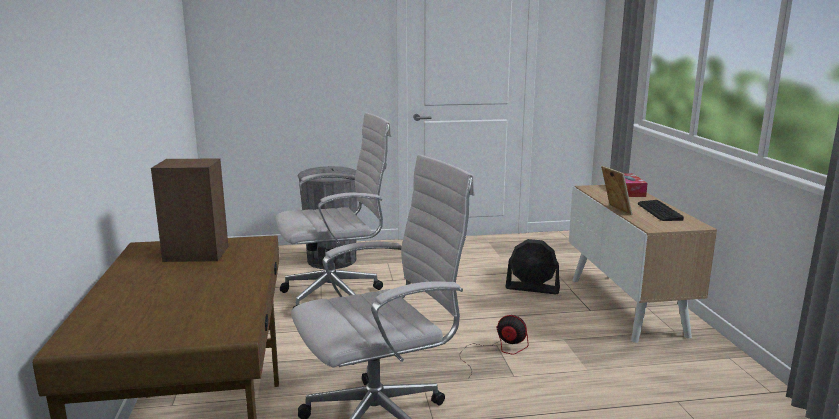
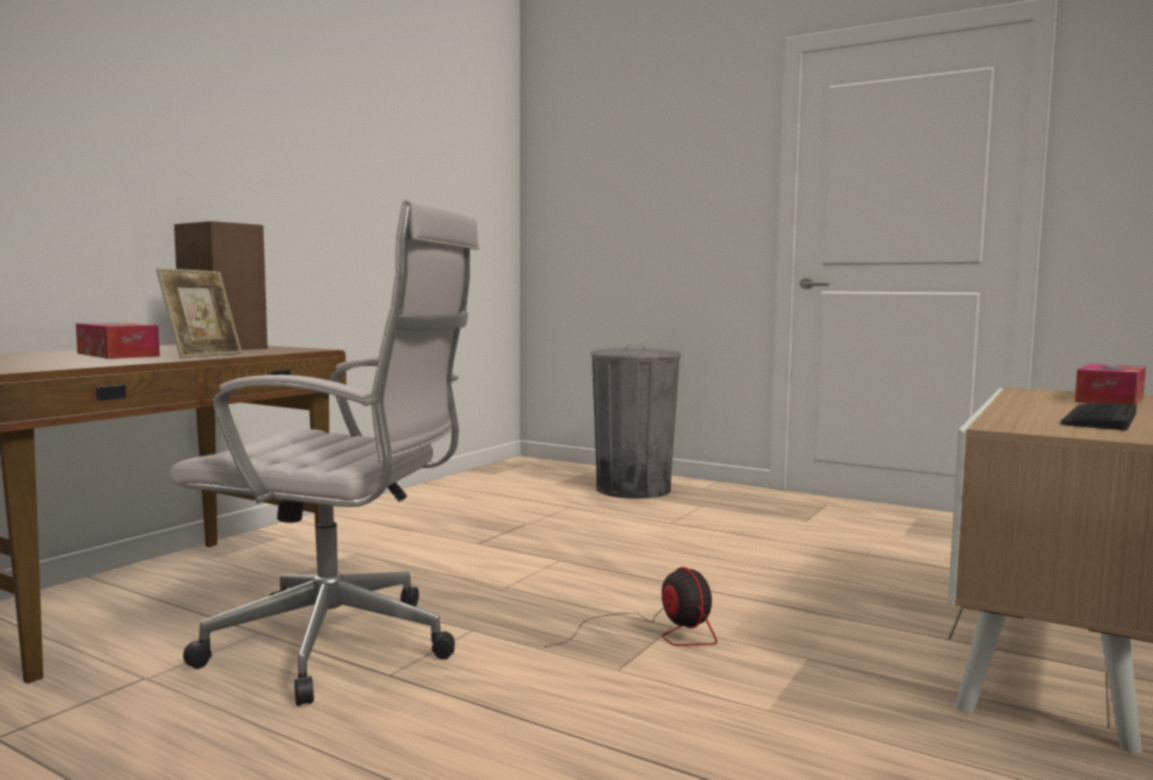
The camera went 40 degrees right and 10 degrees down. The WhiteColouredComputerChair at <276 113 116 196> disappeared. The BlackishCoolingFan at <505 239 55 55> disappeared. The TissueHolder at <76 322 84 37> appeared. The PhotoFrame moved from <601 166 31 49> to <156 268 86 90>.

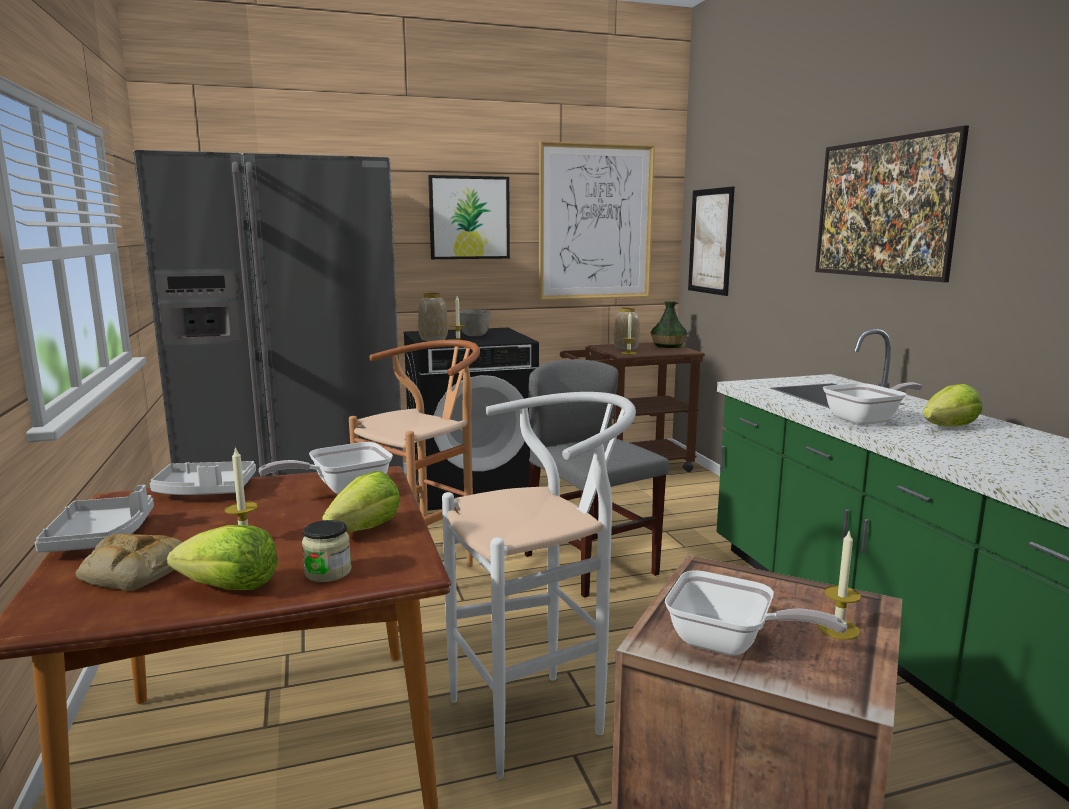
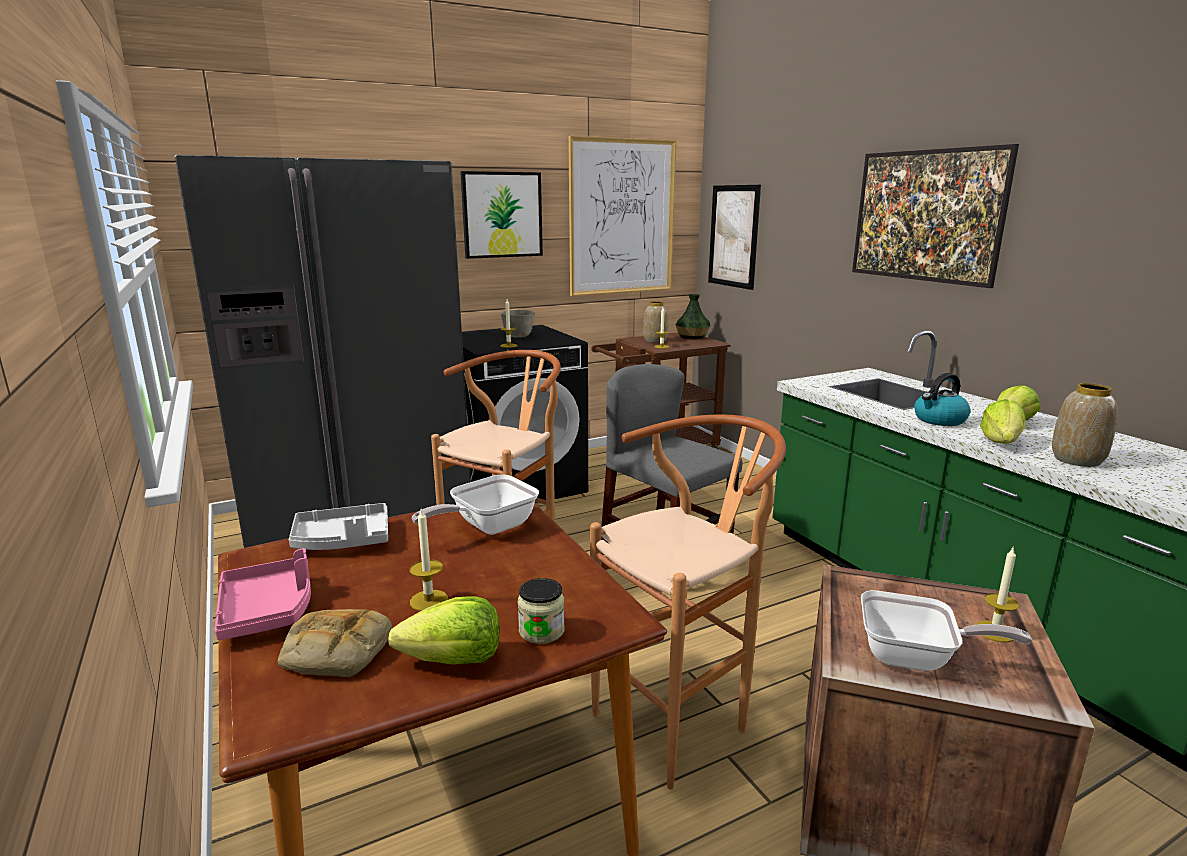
The camera went 10 degrees left and 5 degrees up. The HeadOfLettuce moved from <322 471 78 61> to <980 399 45 45>. The FlowerVase moved from <418 293 30 48> to <1052 383 66 84>. The FryingPan at <823 382 100 43> was replaced by the Kettle at <914 373 57 53>. The GreyTray at <35 485 119 68> became the PinkTray at <215 548 96 92>. The WhiteColouredSittingStool at <442 392 194 387> became the BrownColouredSittingStool at <590 415 196 375>.

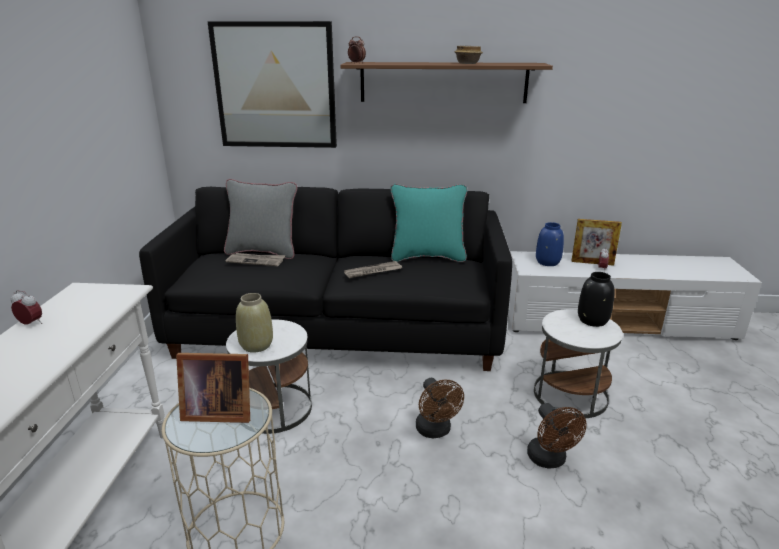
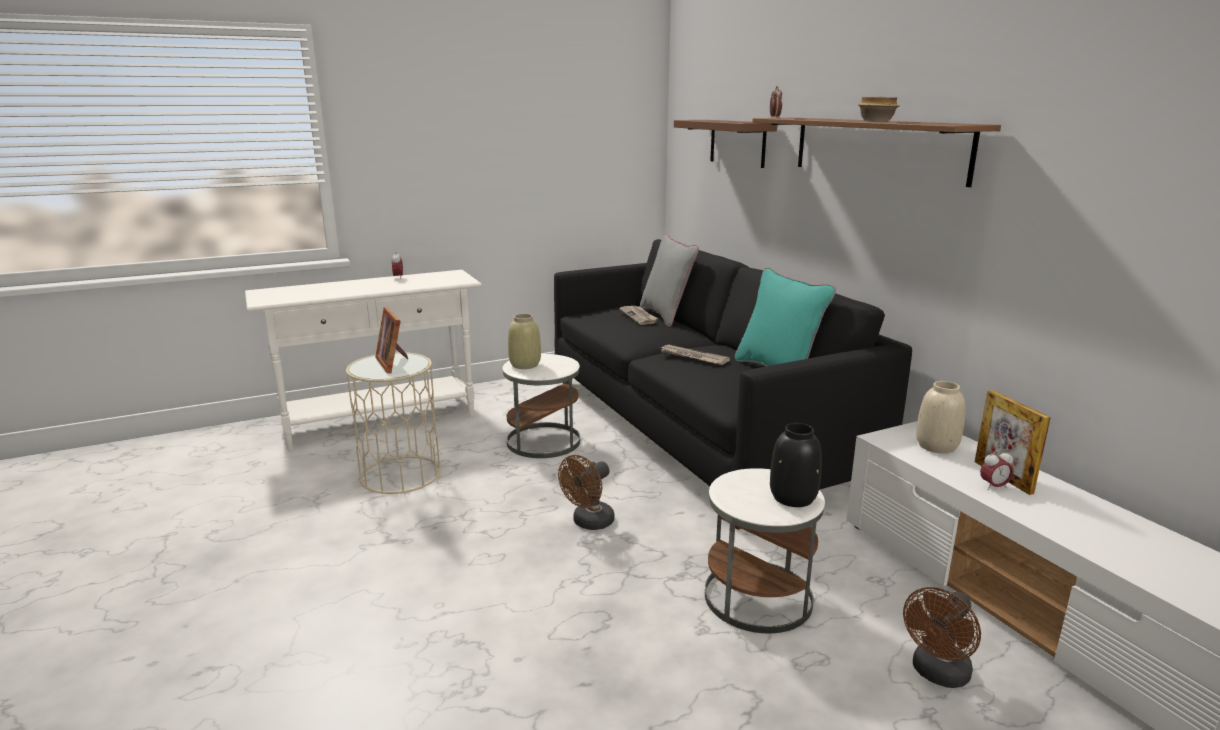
The camera went 60 degrees right and 5 degrees down. The BrownColouredCoolingFan moved from <527 403 59 66> to <903 587 78 101>. The WallArt at <208 21 129 127> was replaced by the BrownColouredWallShelf at <674 120 103 48>. The BluishFlowerVase at <536 222 28 44> became the BeigeFlowerVase at <916 381 49 73>.

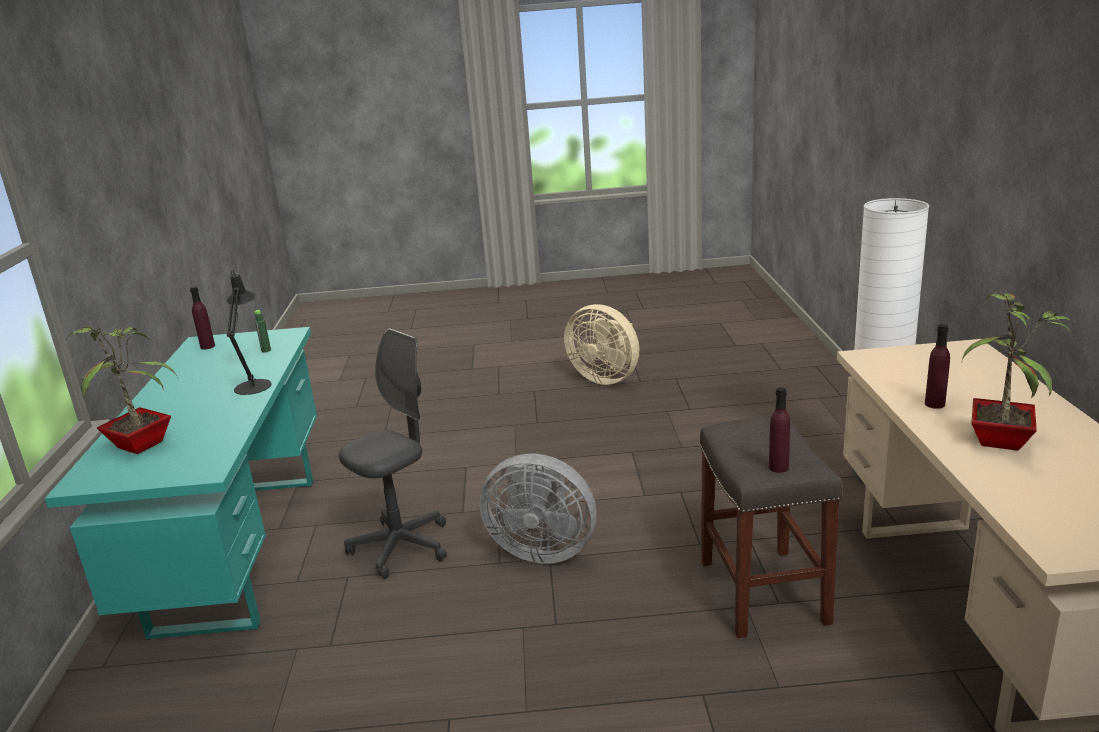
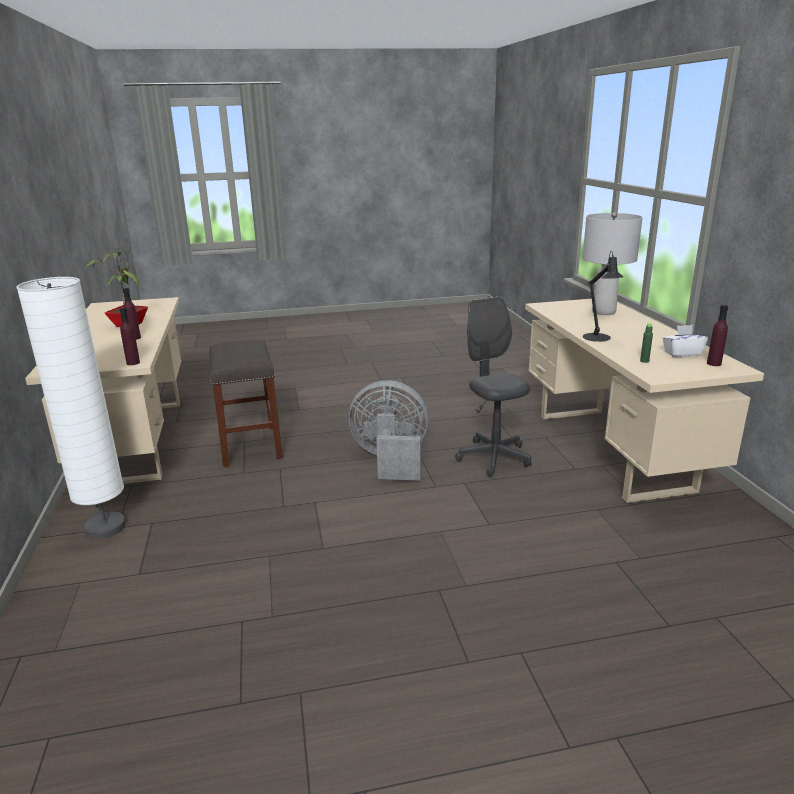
The camera went 170 degrees right and 0 degrees up. The BeigeCoolingFan at <564 304 75 81> disappeared. The WhiteColouredTissueHolder at <662 325 46 32> appeared. The PurpleColouredDrinkBottle moved from <769 387 21 86> to <119 307 21 58>. The PottedPlant at <66 321 112 133> was replaced by the GreyTableLamp at <583 212 60 103>. The BlueGreenDeskTable at <45 327 272 313> became the BeigeDeskTable at <525 299 239 205>. The GreyComputerChair at <339 328 108 251> turned 120 degrees clockwise.

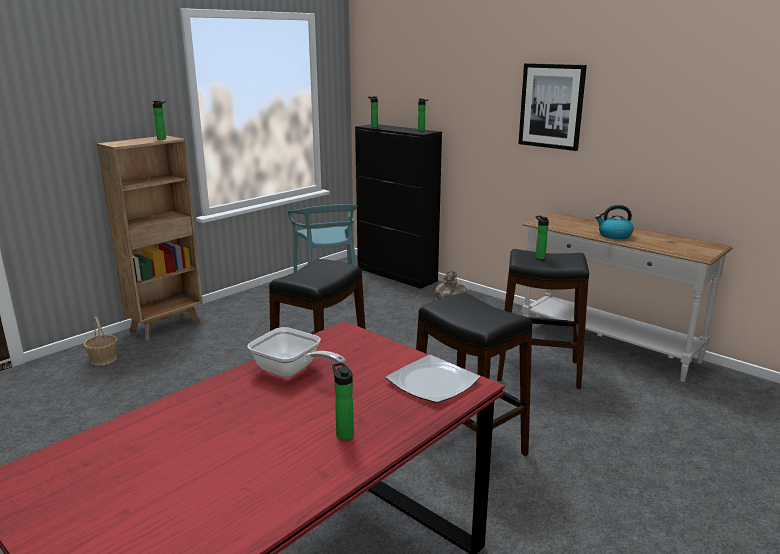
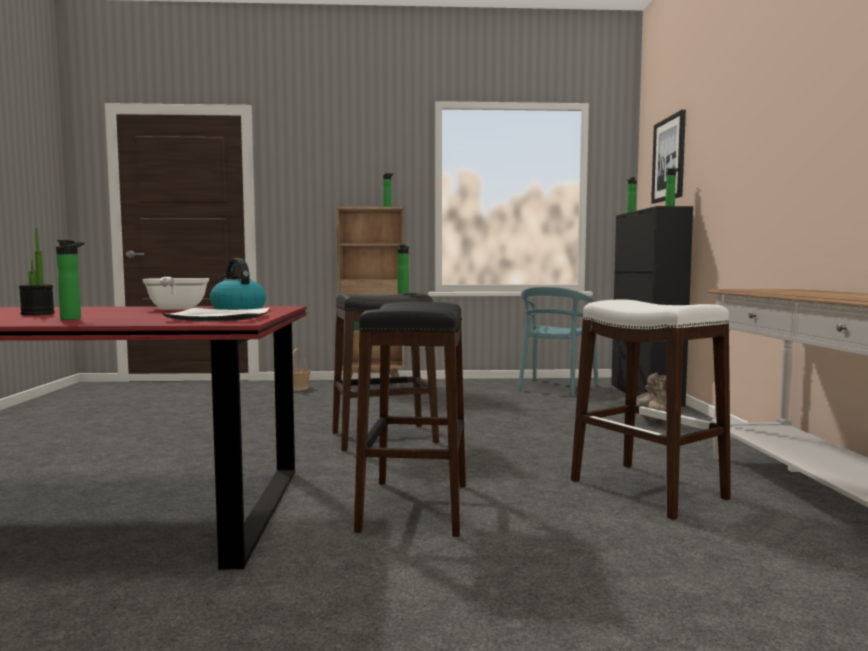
The camera went 45 degrees right and 15 degrees down. The PottedPlant at <19 228 36 87> appeared. The WallArt moved from <518 63 69 88> to <651 110 35 93>. The DrinkBottle moved from <535 215 14 44> to <397 245 13 49>. The Kettle moved from <595 205 39 34> to <210 258 56 52>. The BlackishSittingStool at <497 249 92 140> became the WhiteColouredSittingStool at <571 300 160 220>.

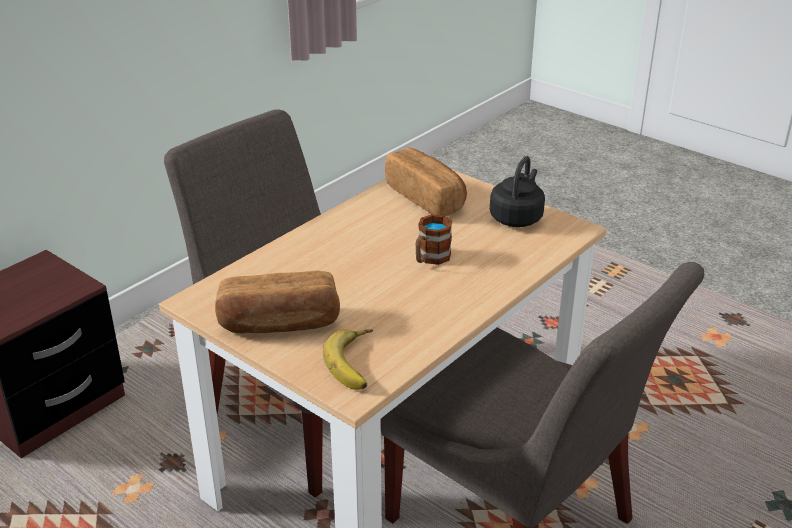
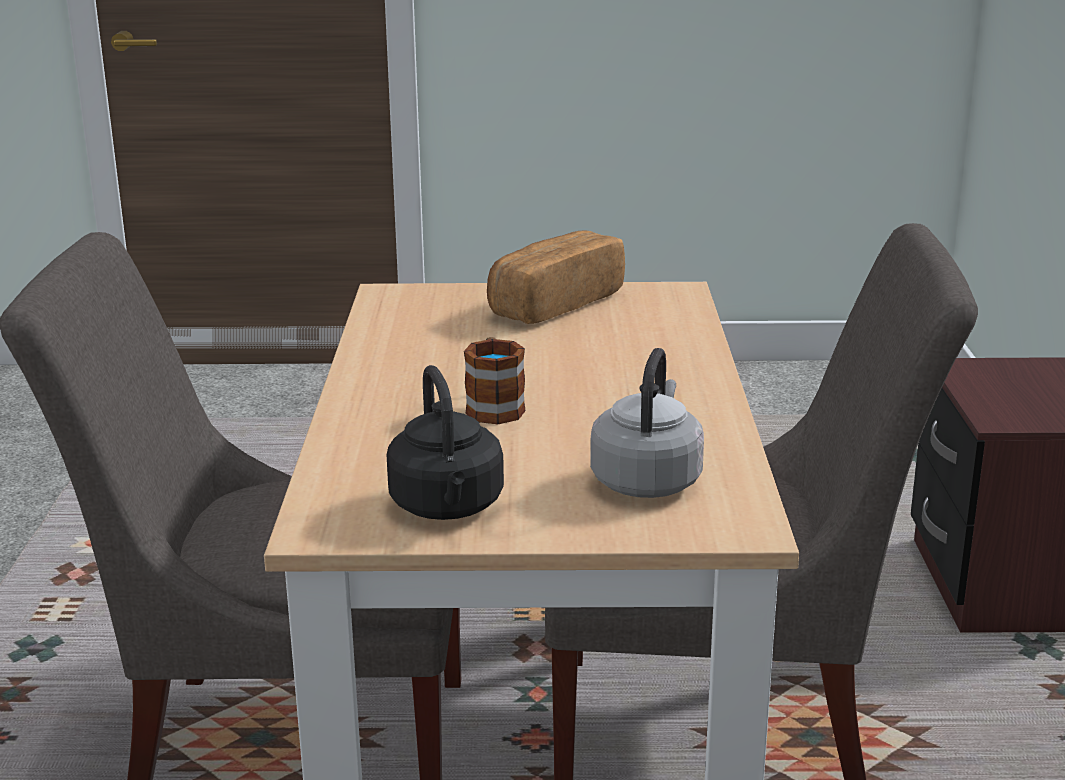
The camera went 140 degrees right and 10 degrees down. The WholeBanana at <323 329 50 61> disappeared. The Bread at <385 148 82 68> was replaced by the GreyKettle at <590 348 114 150>.

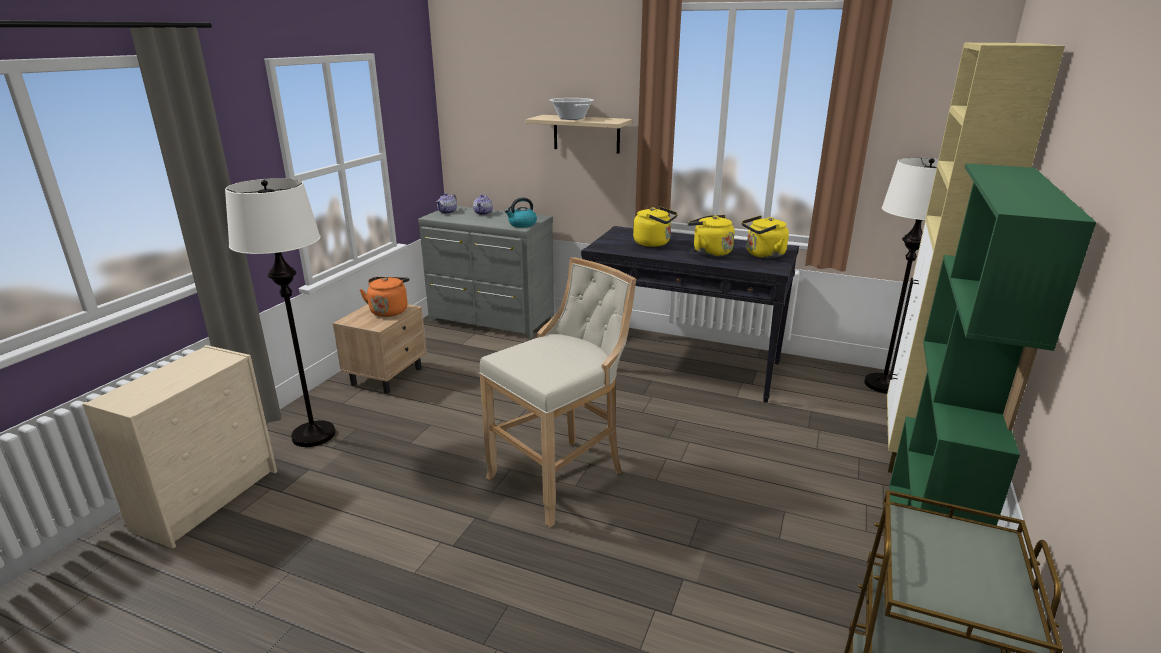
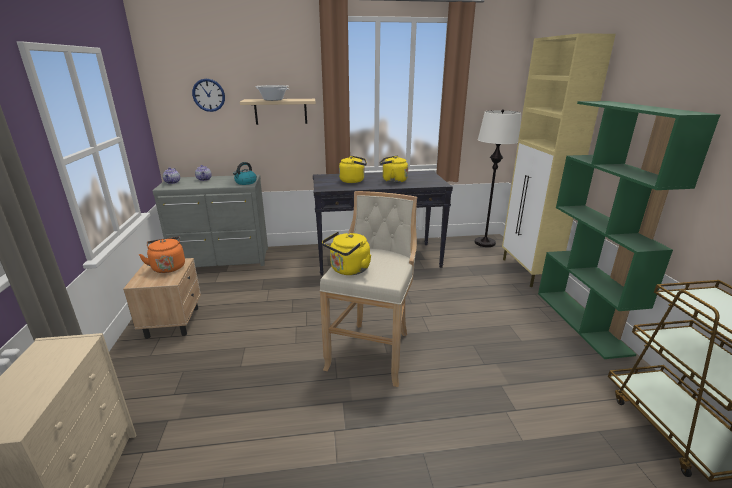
The camera went 30 degrees left and 0 degrees up. The WhiteColouredStandingLamp at <225 178 111 269> disappeared. The ClockOnTheWall at <192 79 33 33> appeared. The YellowKettle moved from <742 215 47 43> to <322 232 49 43>.

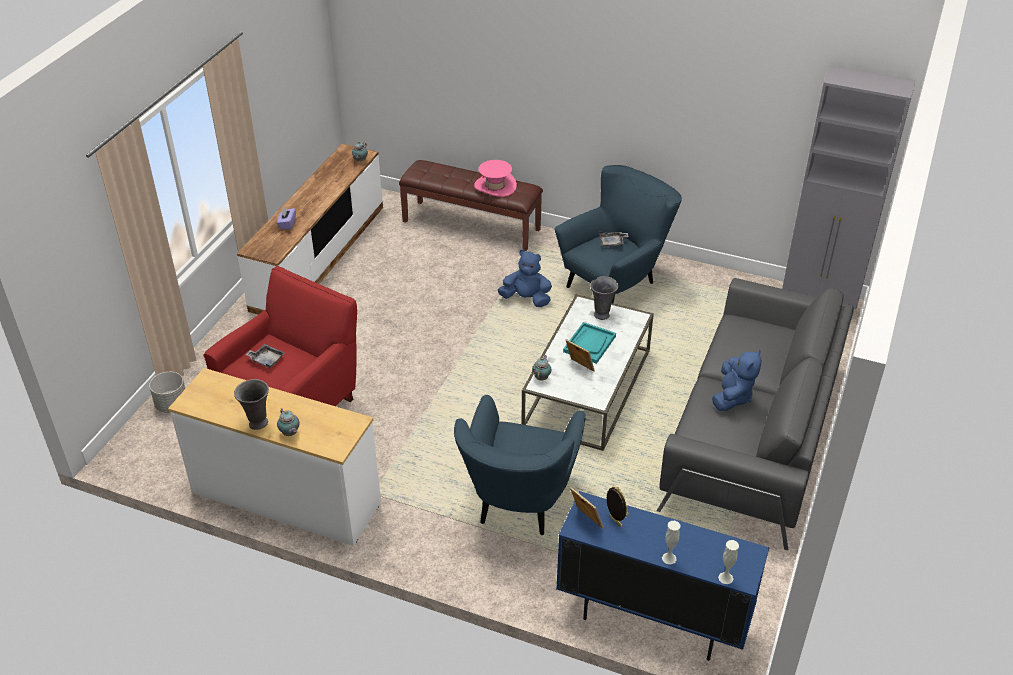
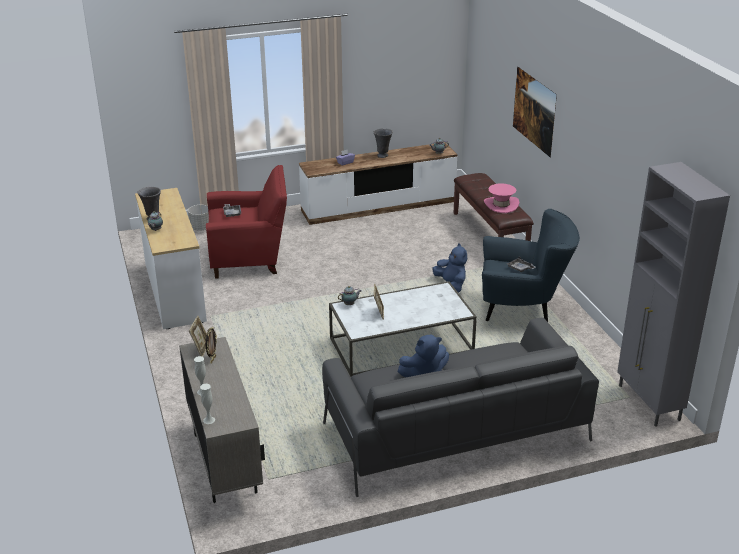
The camera went 50 degrees right and 10 degrees down. The BluishLoungeChair at <454 395 132 140> disappeared. The BlueGreenTray at <563 322 53 42> disappeared. The WallArt at <513 66 44 92> appeared. The GreyFlowerVase moved from <590 276 29 44> to <374 128 19 30>. The BluishCabinet at <556 491 213 170> became the BeigeCabinet at <179 337 86 166>.

